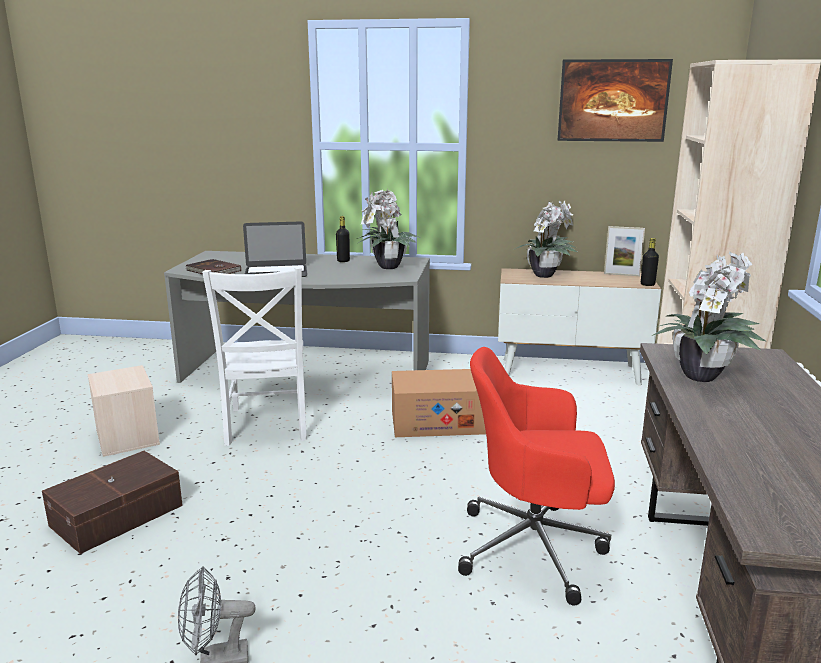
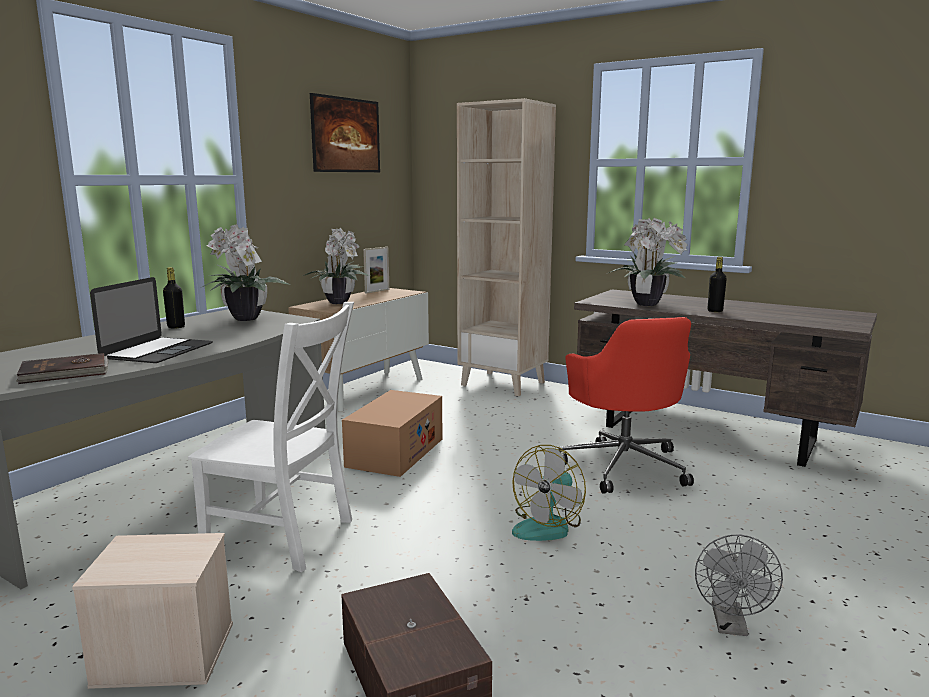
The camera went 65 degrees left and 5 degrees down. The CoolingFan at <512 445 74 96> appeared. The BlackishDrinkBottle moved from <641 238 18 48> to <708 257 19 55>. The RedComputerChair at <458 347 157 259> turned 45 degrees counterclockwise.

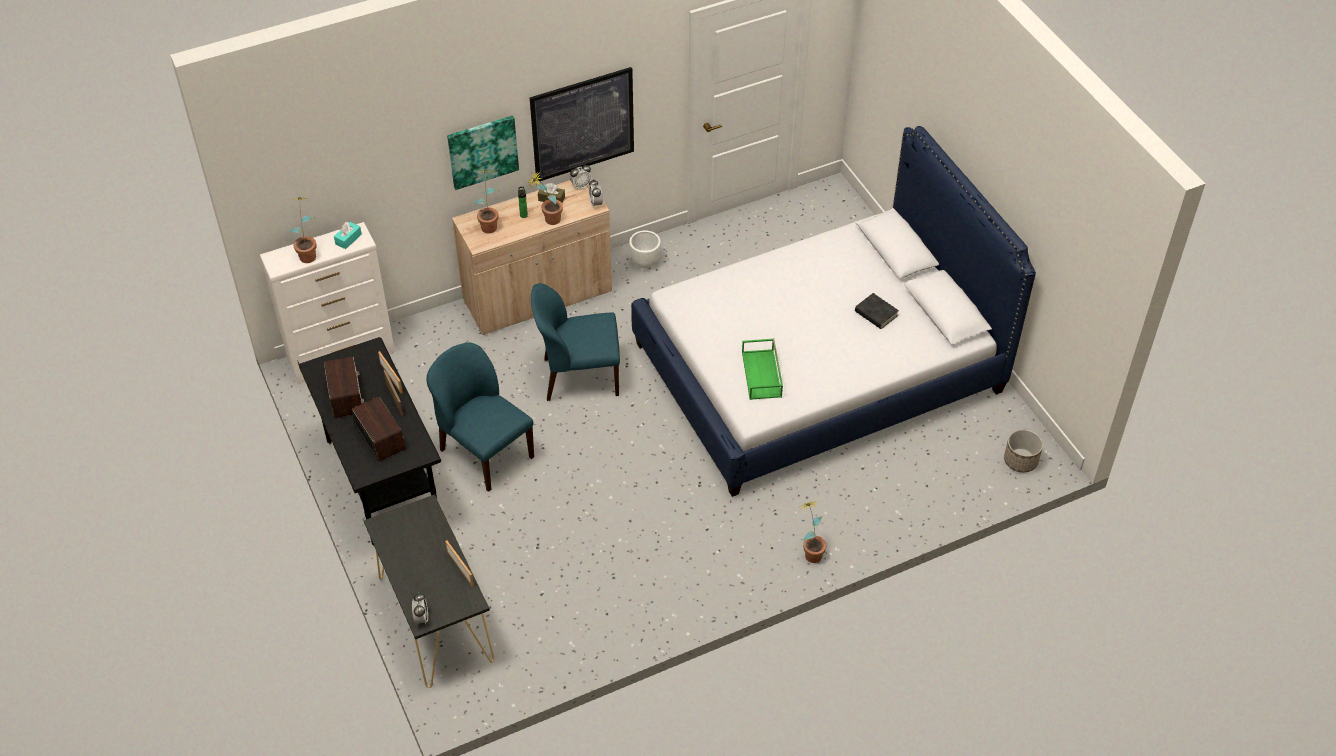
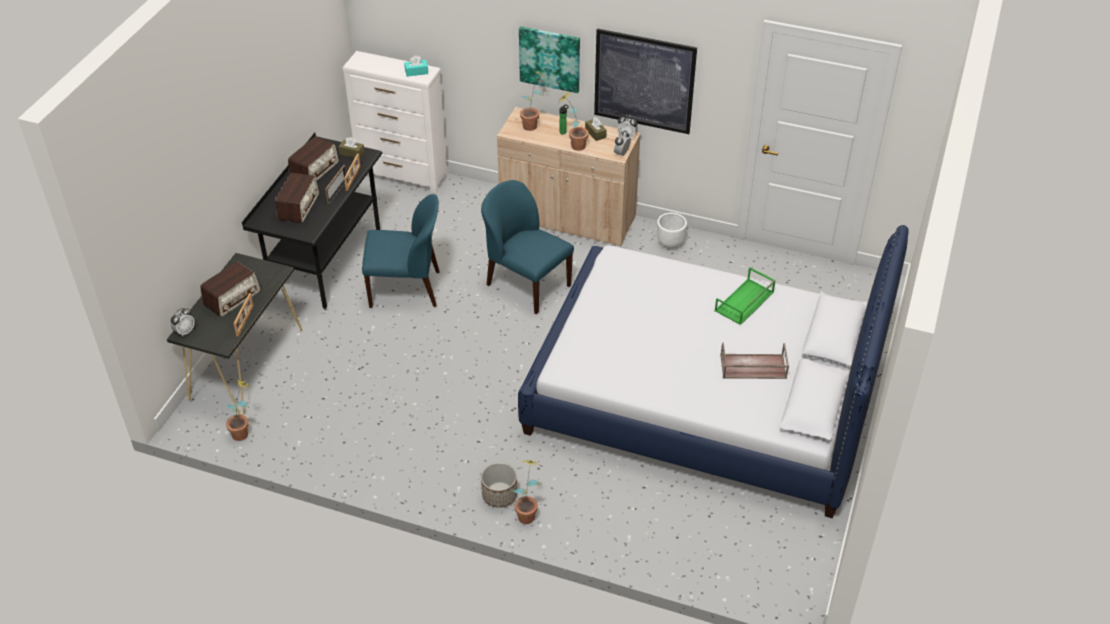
The camera went 45 degrees right and 5 degrees down. The RadioSet at <200 261 61 56> appeared. The BrownColouredTissueHolder at <338 137 27 21> appeared. The PottedPlant moved from <288 197 29 66> to <226 380 24 61>. The GreenishTray moved from <742 338 41 62> to <715 267 61 58>. The FlowerPot moved from <1004 429 39 44> to <481 462 36 46>. The BlackishBoundBook at <855 293 44 36> was replaced by the BrownColouredTray at <720 343 69 36>. The BluishUprightChair at <427 343 107 149> turned 90 degrees clockwise.

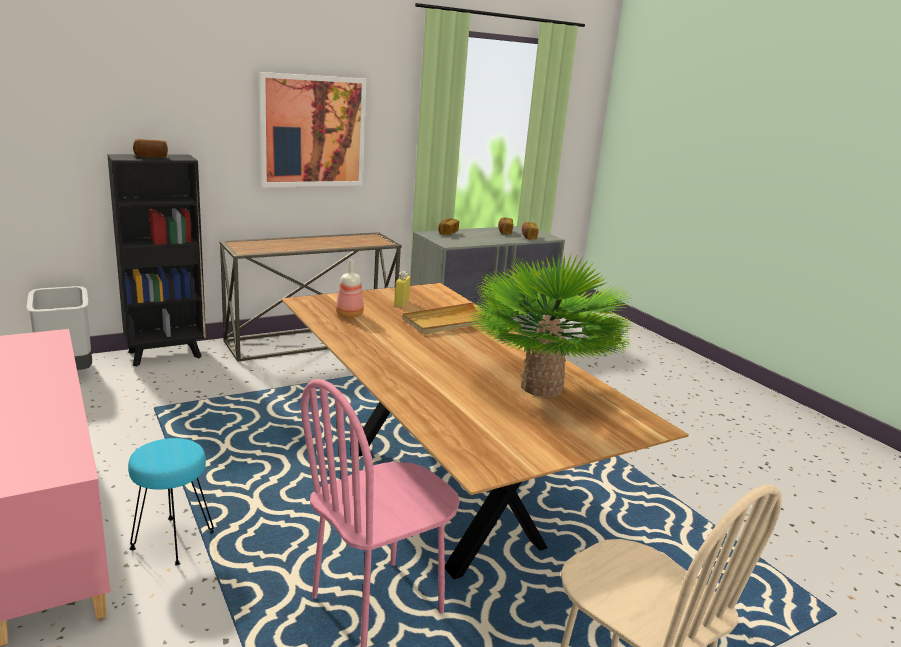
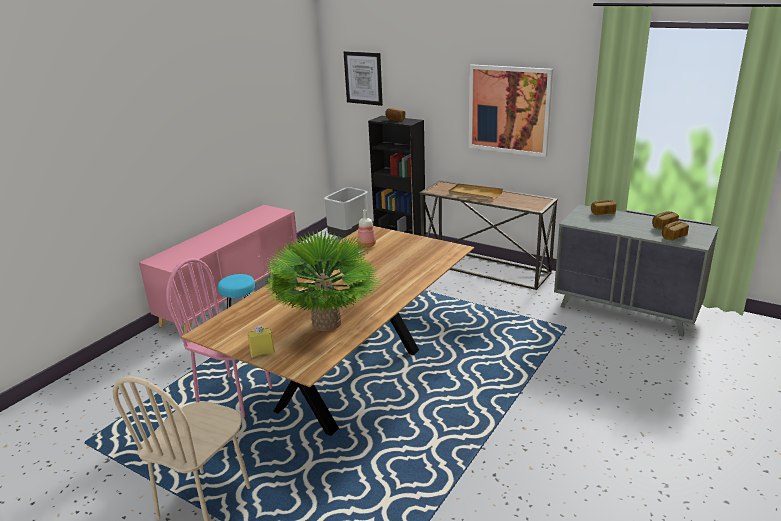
The camera went 65 degrees right and 5 degrees up. The WallArt at <344 51 39 55> appeared. The YellowDrinkBottle moved from <394 271 16 36> to <247 325 28 33>. The BeigeTray moved from <402 302 84 33> to <449 184 54 15>.

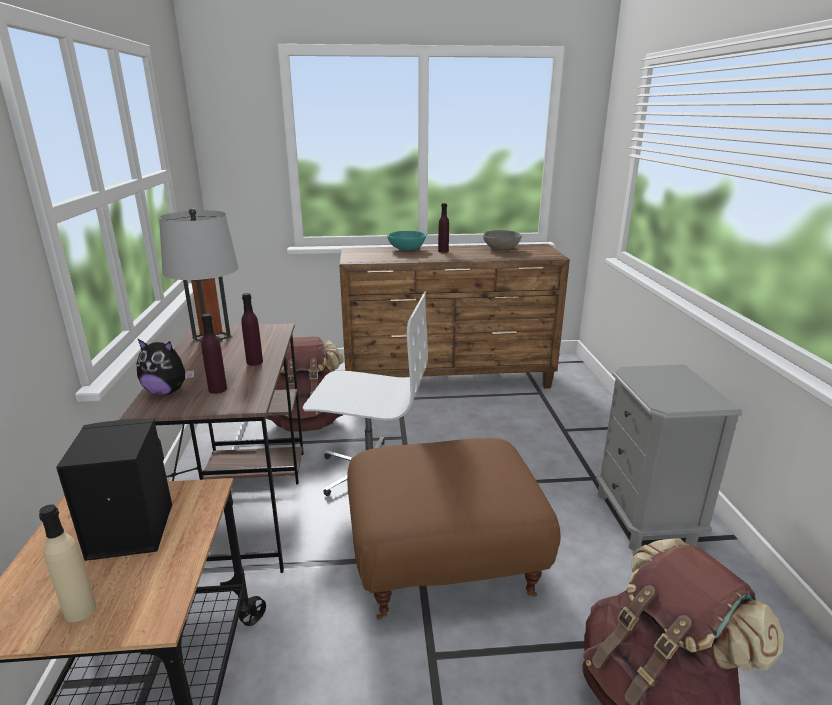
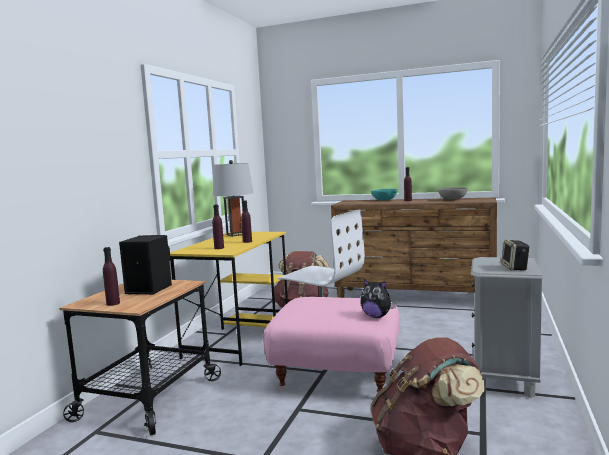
The camera went 25 degrees right and 15 degrees down. The Speaker at <502 240 28 30> appeared. The CuddlyToy moved from <137 338 57 57> to <361 279 35 39>. The BeigeDrinkBottle at <39 504 57 118> became the PurpleColouredDrinkBottle at <103 247 17 59>. The BrownColouredDeskTable at <119 323 185 250> became the YellowDeskTable at <170 232 118 134>. The BrownColouredPouffe at <347 438 214 181> became the PinkPouffe at <263 297 137 95>.

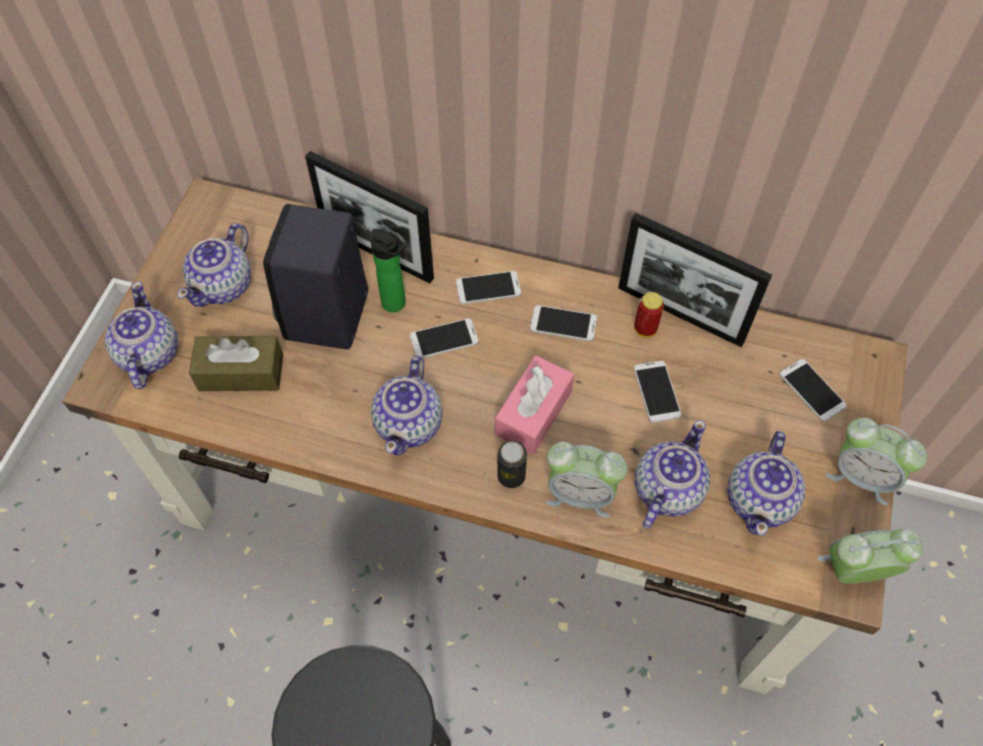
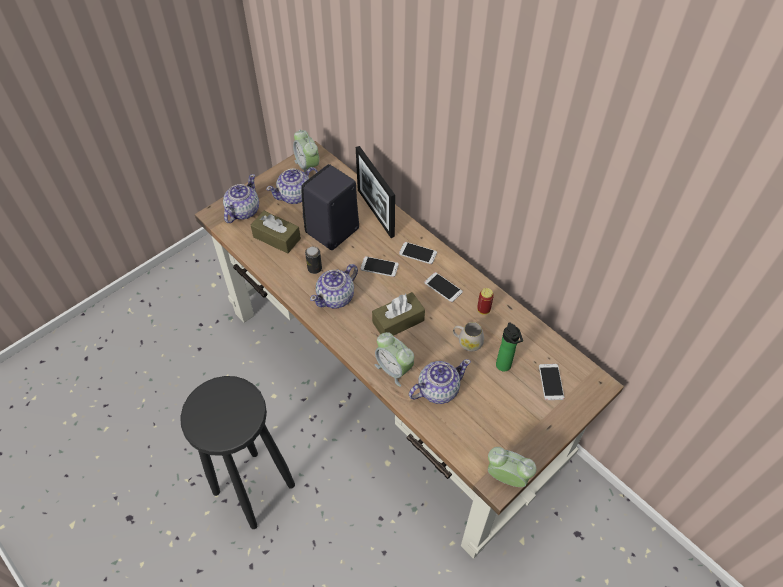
The camera went 30 degrees right and 5 degrees down. The PhotoFrame at <618 213 154 134> disappeared. The PotForTea at <727 431 78 105> disappeared. The DrinkBottle moved from <371 229 35 83> to <496 323 27 49>. The SealedCan moved from <497 441 30 47> to <305 246 17 28>. The TableClock moved from <826 418 101 87> to <293 130 26 43>. The Phone at <634 361 48 62> was replaced by the WhiteColouredMug at <453 322 31 29>. The PinkTissueHolder at <495 356 79 98> became the BrownColouredTissueHolder at <372 292 53 44>.

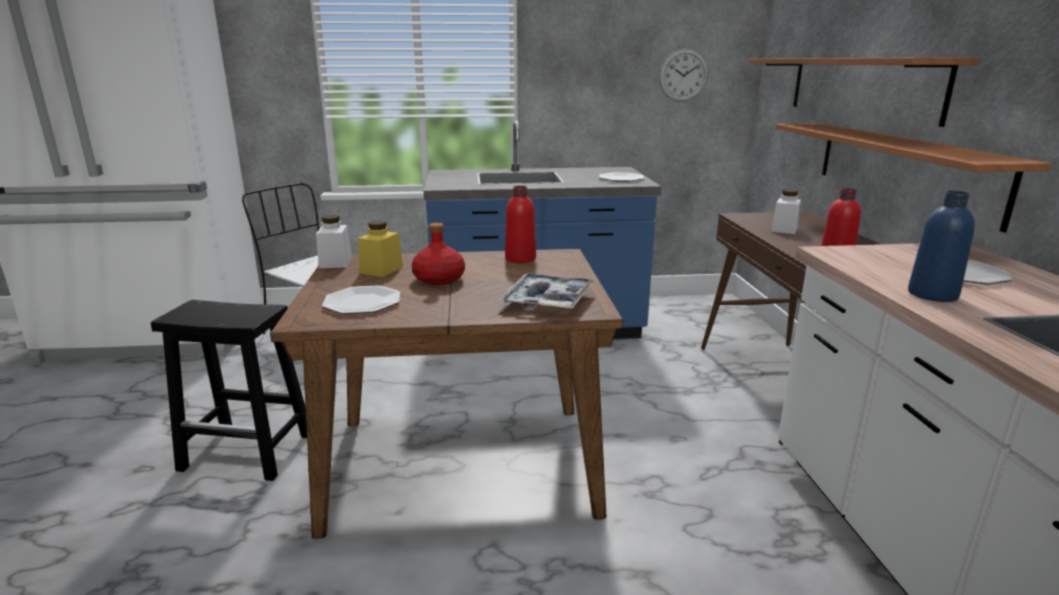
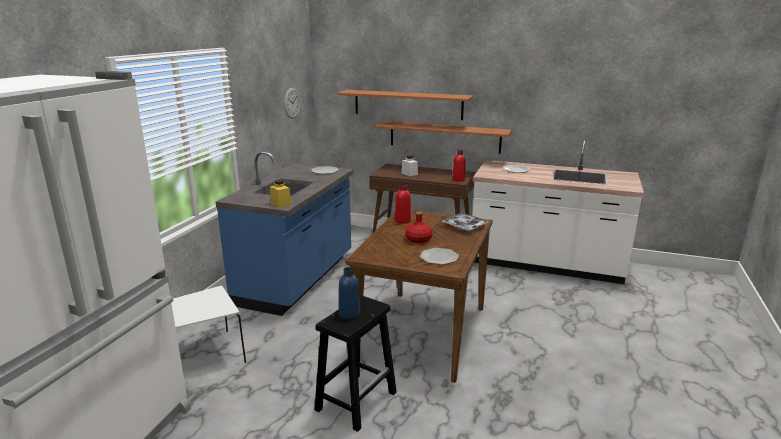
The camera went 65 degrees left and 0 degrees up. The WhiteColouredJar at <316 215 36 53> disappeared. The YellowJar moved from <358 221 45 56> to <270 180 21 28>. The BluishDrinkBottle moved from <908 191 67 111> to <339 267 21 52>.

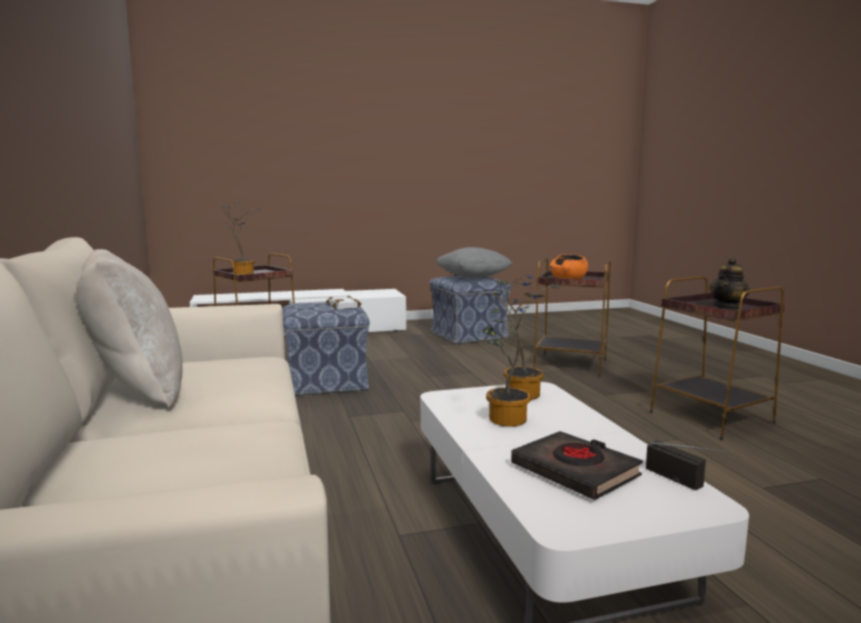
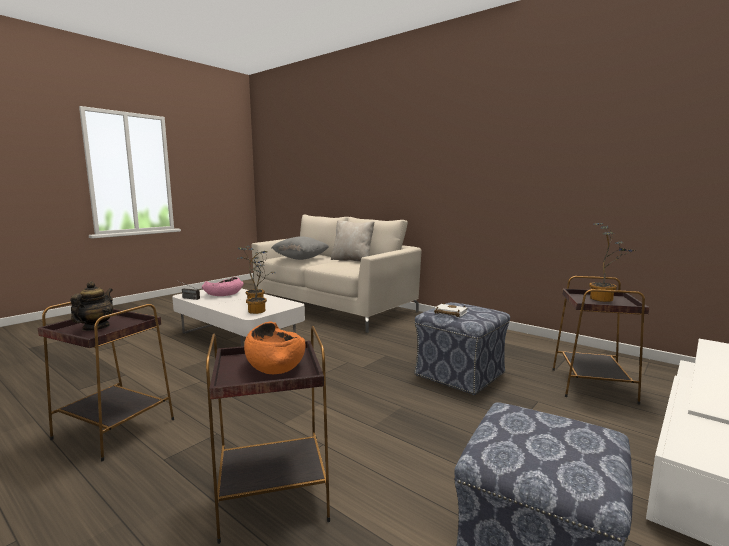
The camera went 145 degrees right and 0 degrees up. The GreyThrowPillow moved from <436 247 76 31> to <271 236 58 24>. The BlackishBoundBook at <511 431 132 69> was replaced by the PinkBowl at <202 277 42 19>.

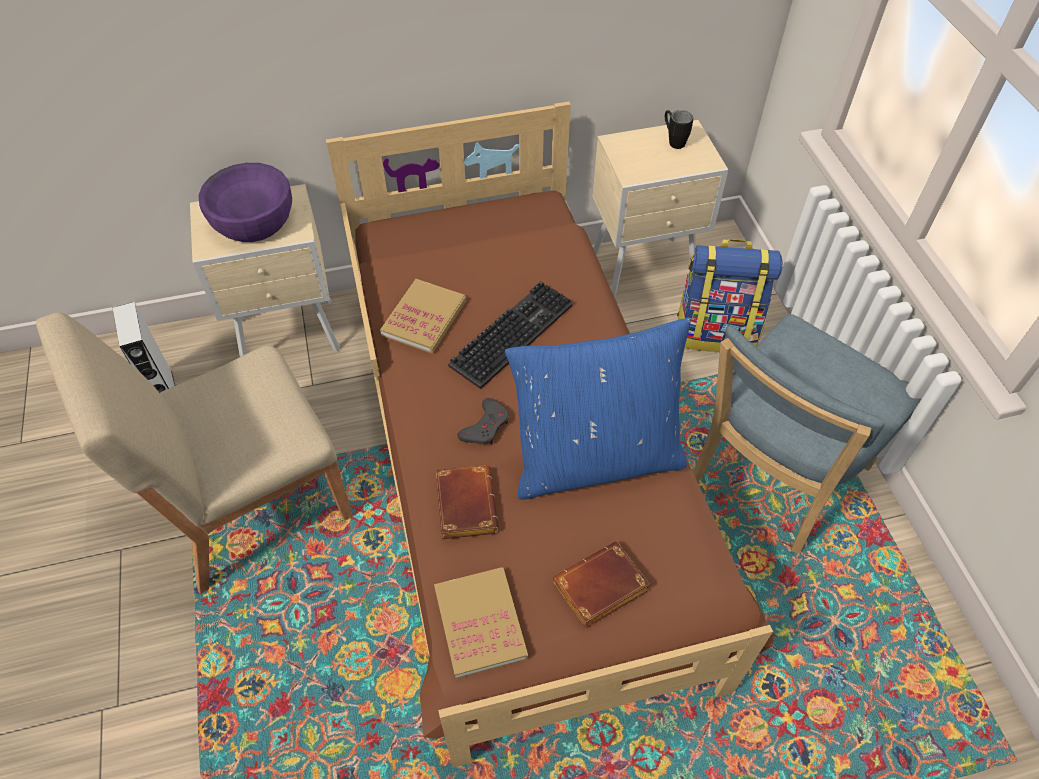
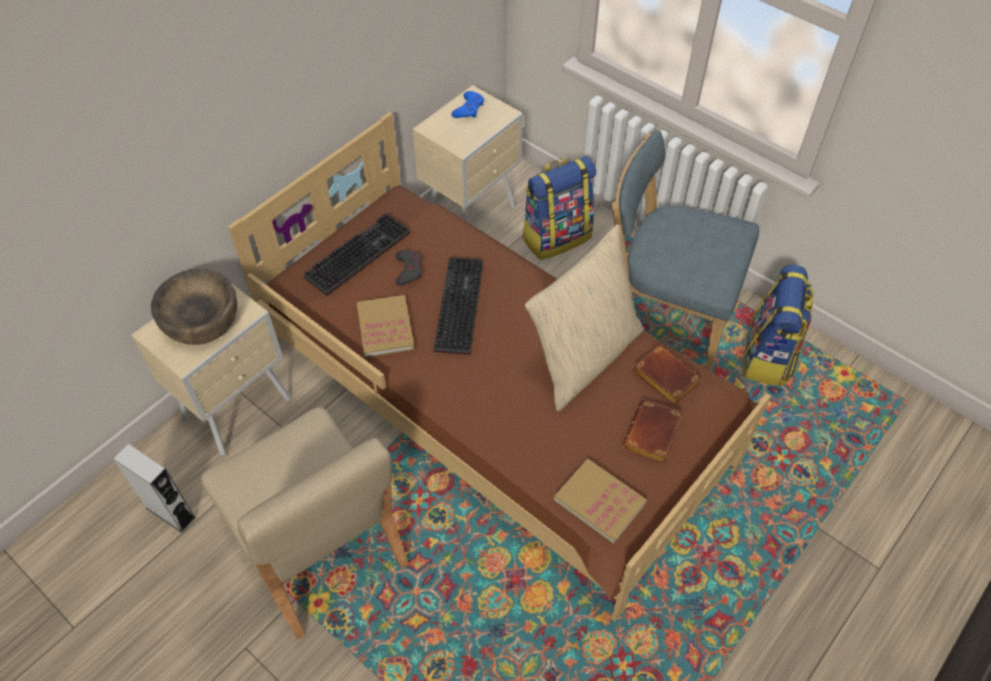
The camera went 35 degrees left and 0 degrees up. The PcKeyboard at <304 213 106 83> appeared. The Knapsack at <743 265 70 122> appeared. The BrownColouredBoundBook moved from <436 465 63 74> to <633 345 70 60>. The GreyGamepad moved from <457 398 52 47> to <396 250 26 36>. The BlackishMug at <665 110 28 39> was replaced by the BluishGamepad at <452 91 32 27>. The PurpleColouredBowl at <198 163 94 79> became the BrownColouredBowl at <151 269 86 76>. The BluishThrowPillow at <505 318 186 182> became the BeigeThrowPillow at <525 224 118 187>. The BeigeUprightChair at <36 312 317 282> turned 60 degrees counterclockwise. The BluishUprightChair at <693 314 228 240> turned 105 degrees clockwise.

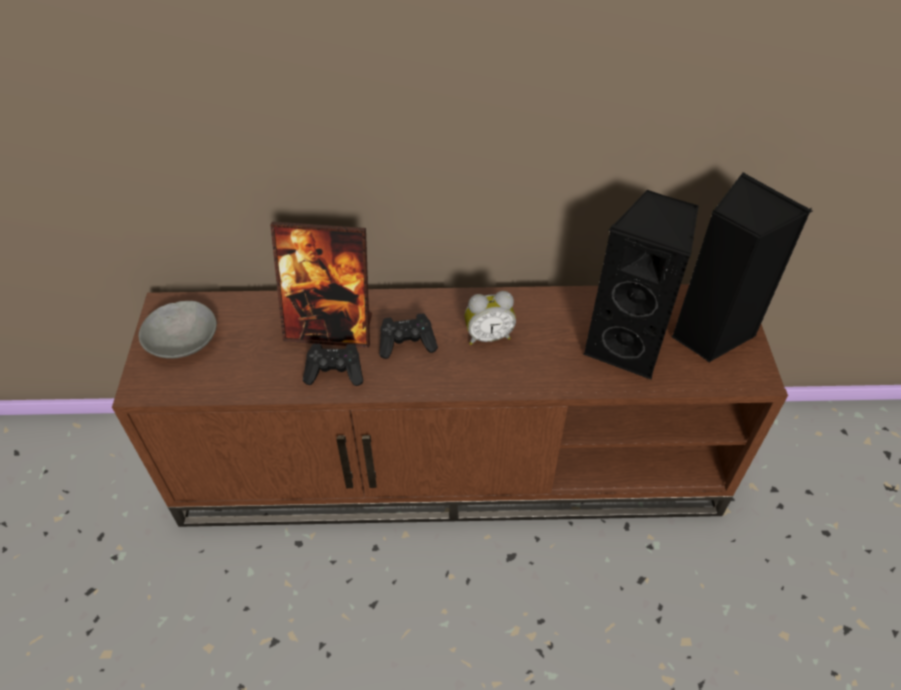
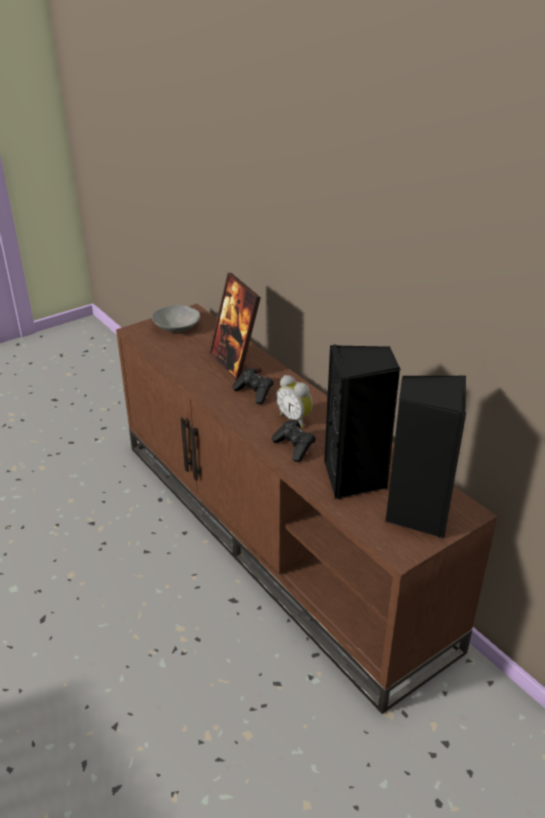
The camera went 55 degrees right and 15 degrees down. The BlackishGamepad moved from <303 344 60 42> to <272 419 44 43>.

